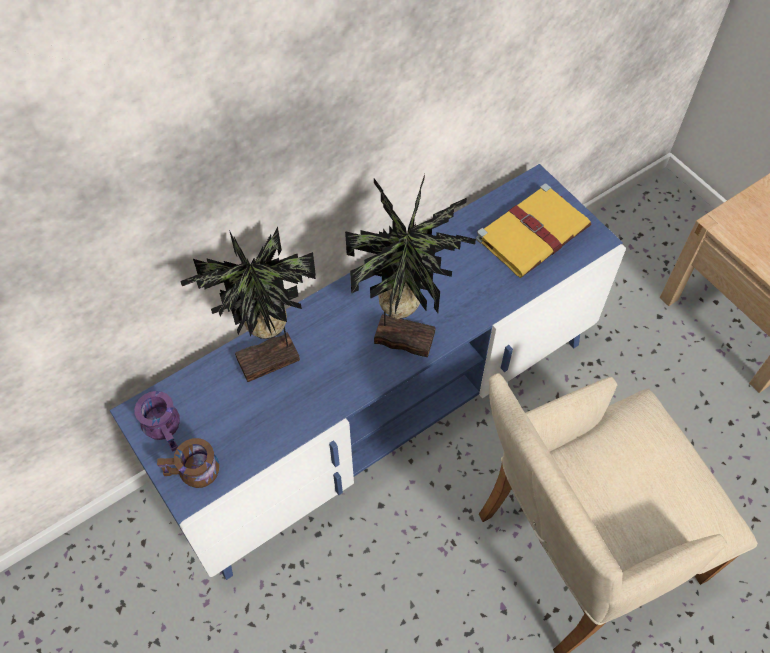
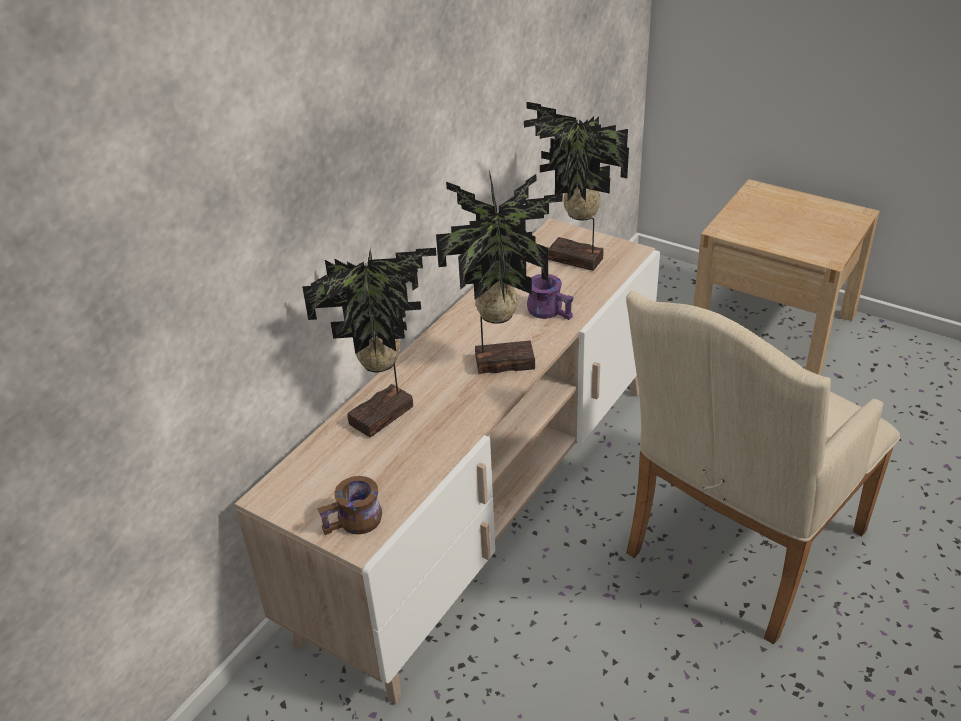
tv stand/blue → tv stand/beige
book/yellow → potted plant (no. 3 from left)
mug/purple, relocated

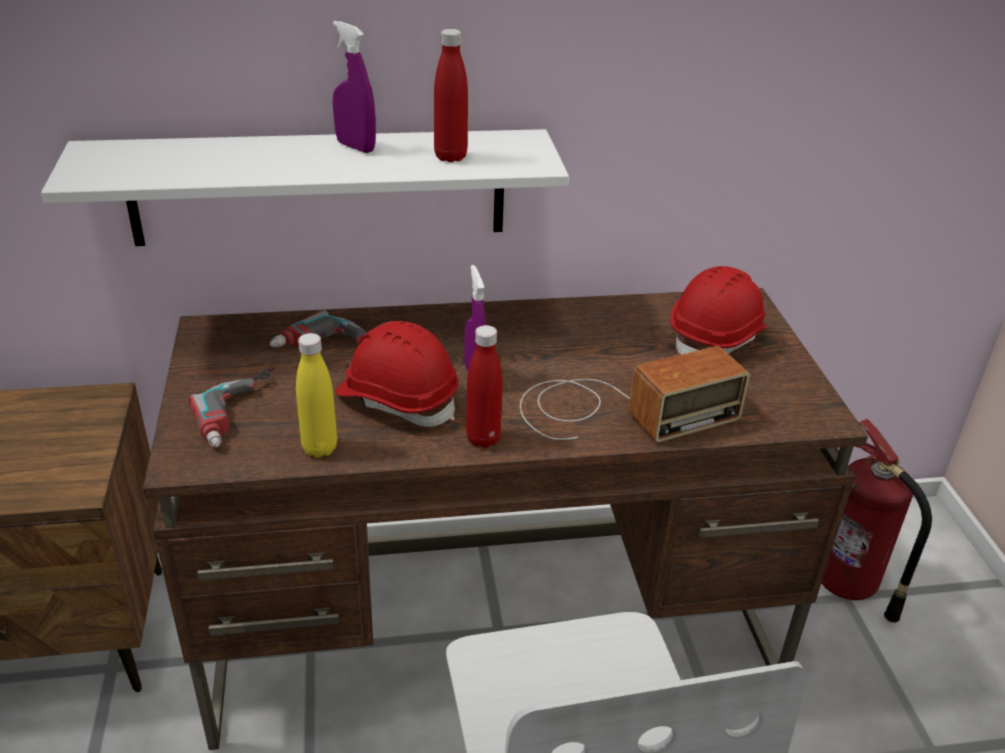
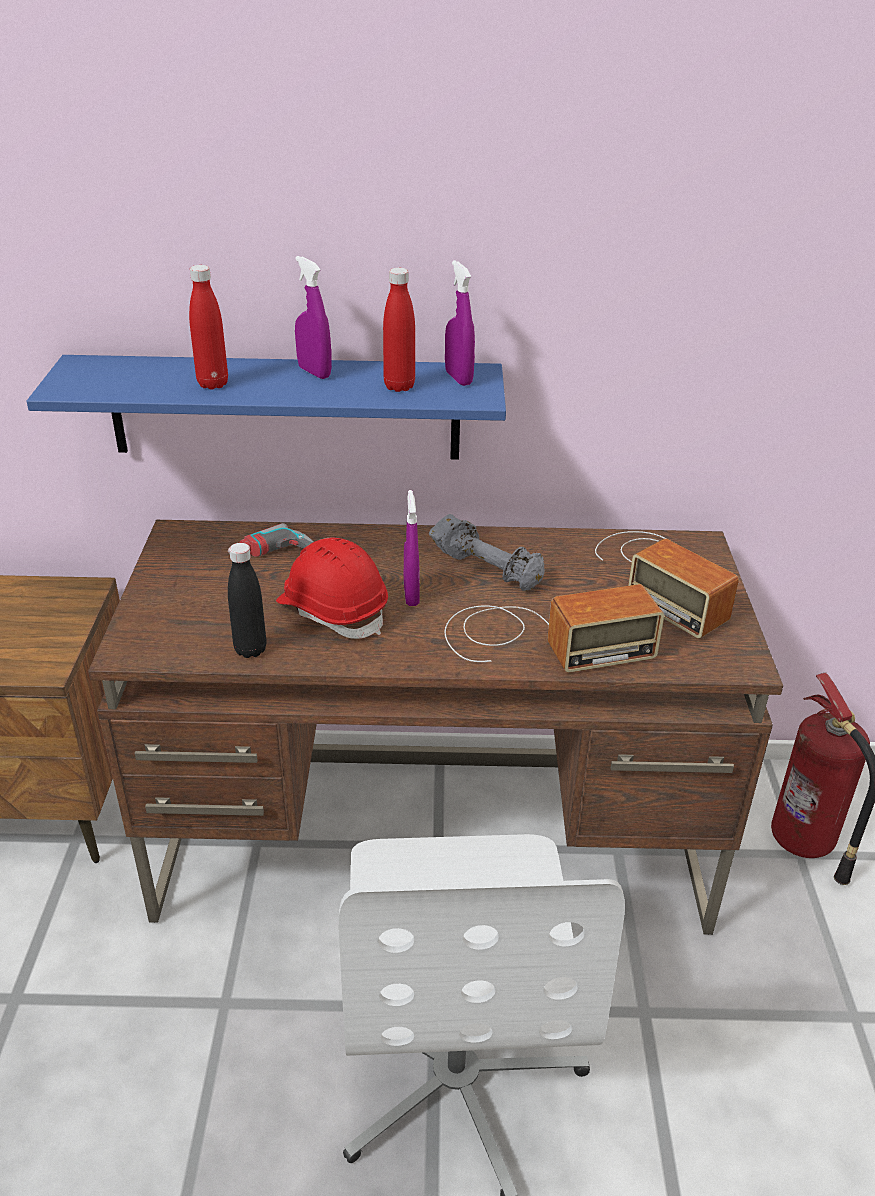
shelf/white → shelf/blue
bottle/red (no. 2 from left in the first image) → bottle/red (no. 1 from left), relocated
bottle/yellow → bottle/black
- → dumbbell/grey
- → spray bottle/purple (no. 3 from left)
hard hat/red (no. 2 from left) → radio (no. 2 from left)
power drill (no. 1 from left) → -

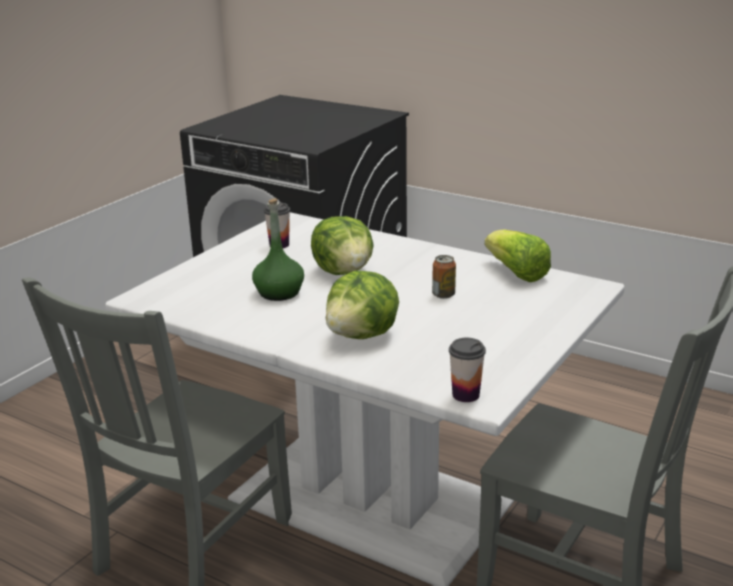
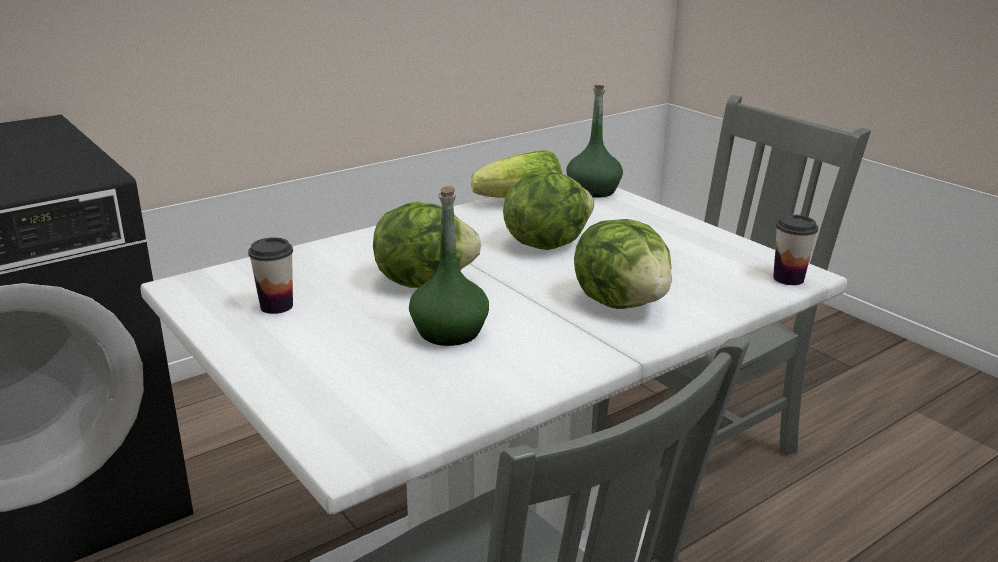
can → lettuce (no. 3 from left)
- → bottle/green (no. 2 from left)

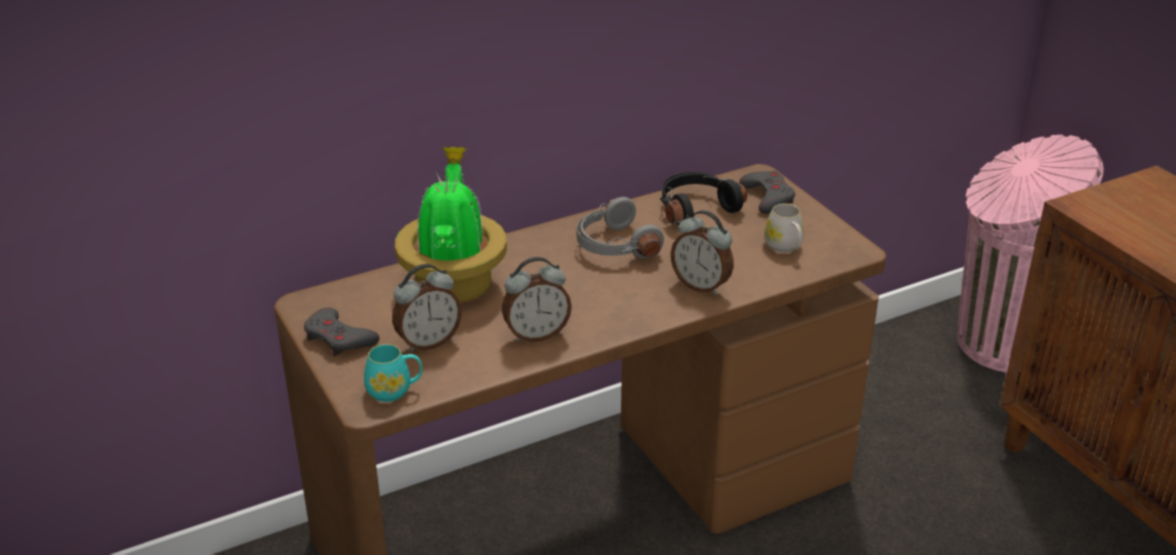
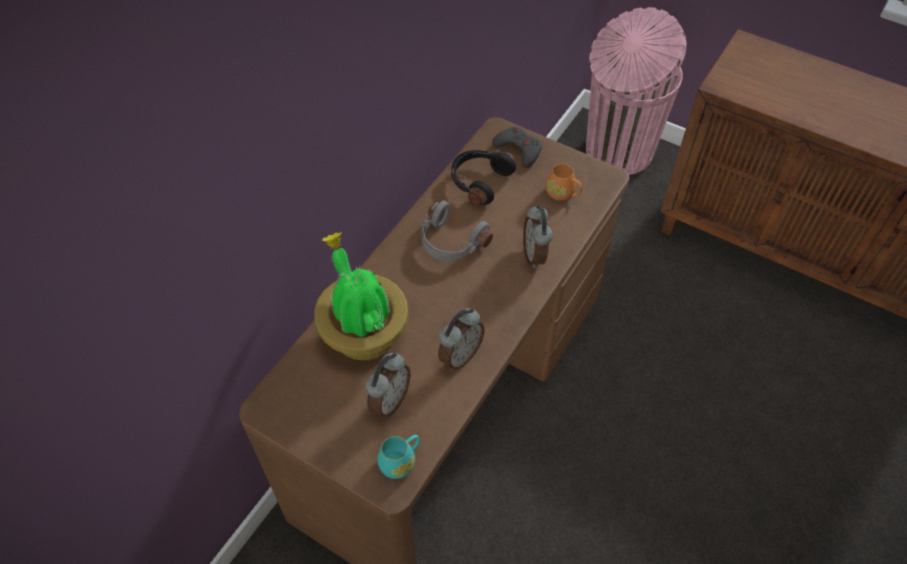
alarm clock (no. 3 from left), 75 degrees clockwise
mug/white → mug/orange
game controller/grey (no. 1 from left) → -

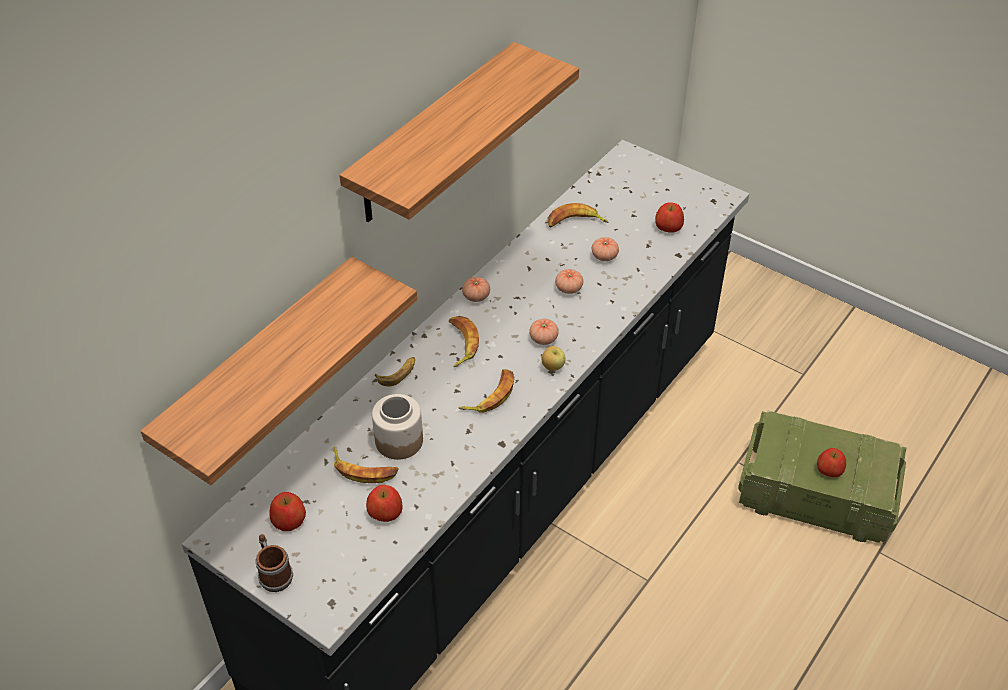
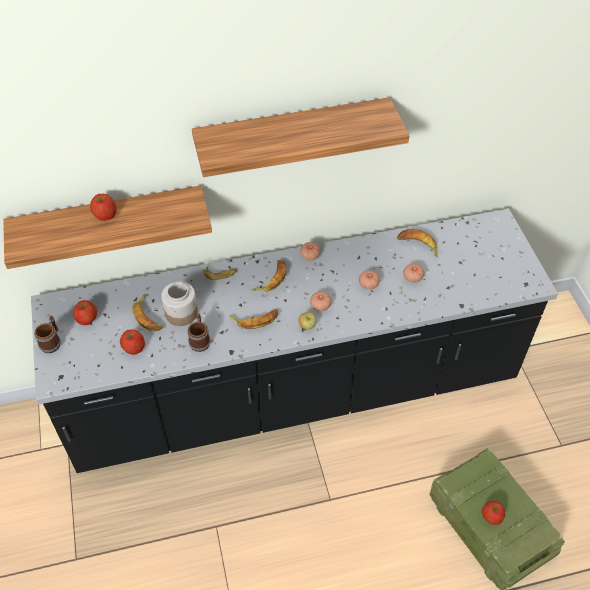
apple (no. 4 from left in the first image) → apple (no. 2 from left), relocated
- → mug (no. 2 from left)

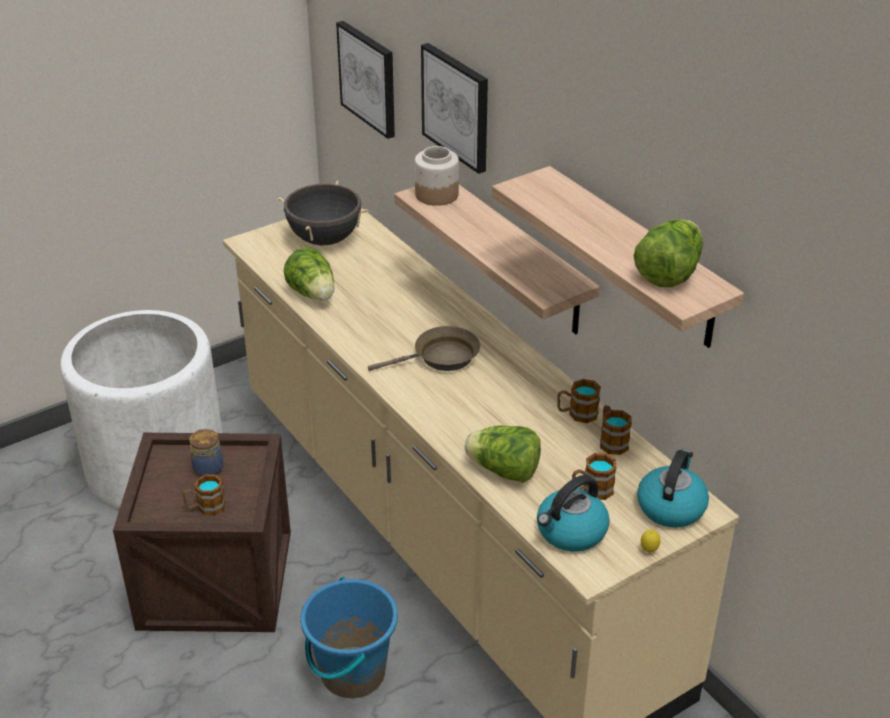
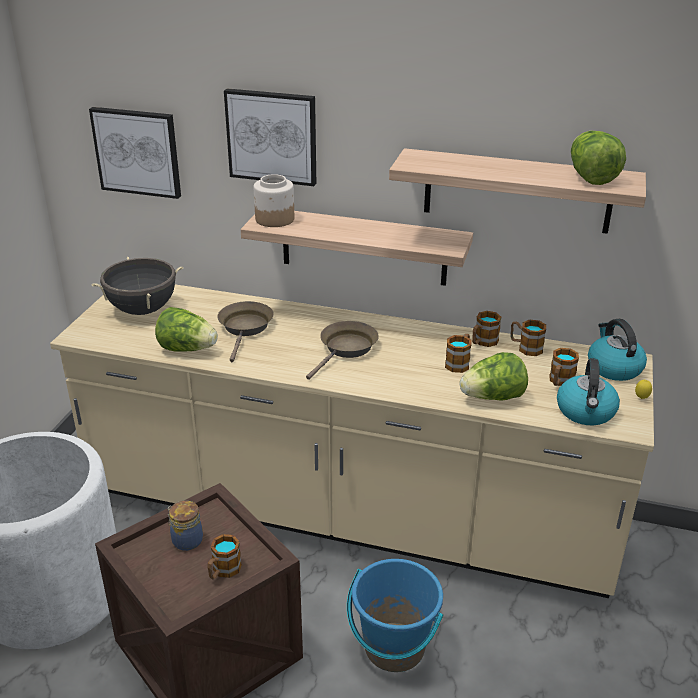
- → frying pan/brown (no. 1 from left)
- → mug (no. 2 from left)

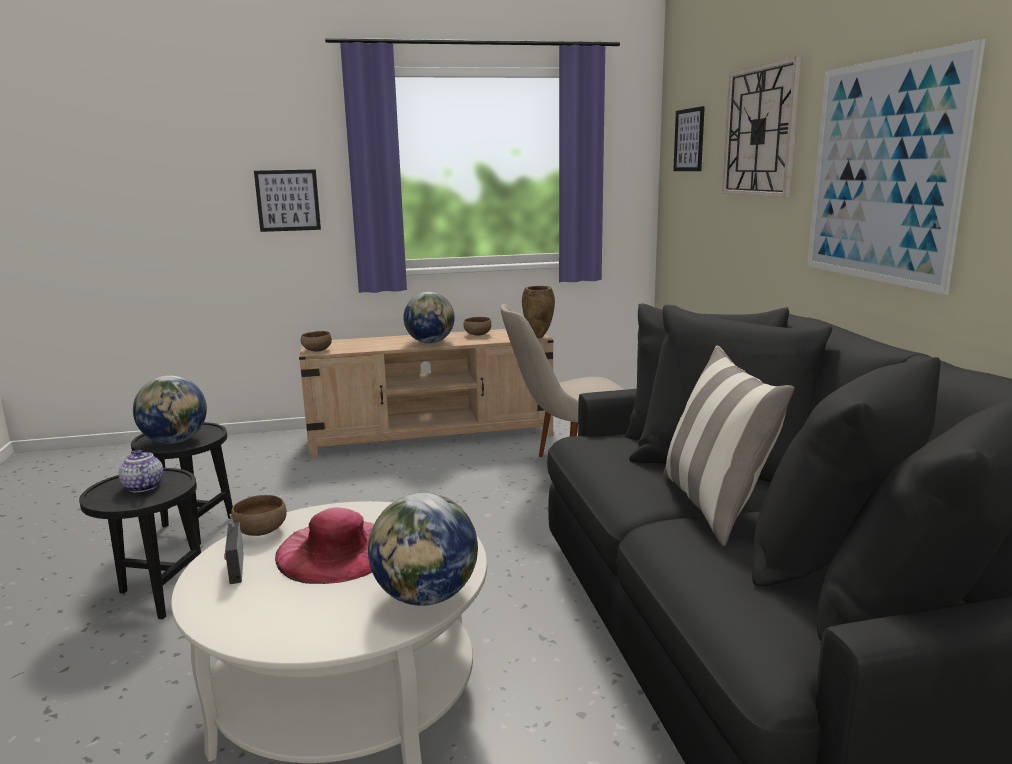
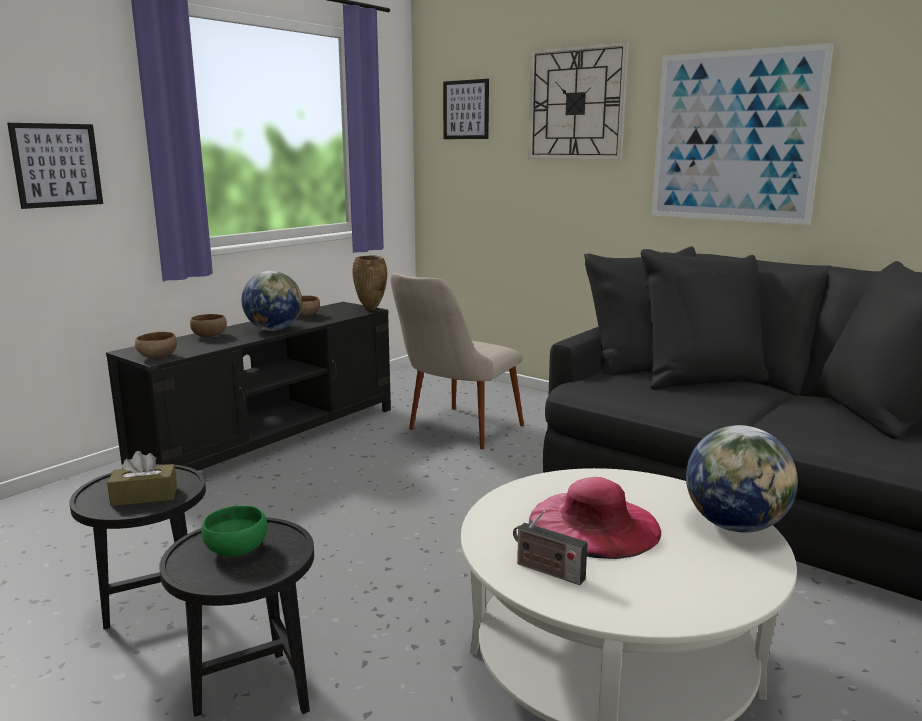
tv stand/beige → tv stand/black
globe (no. 1 from left) → tissue box/brown
bowl/brown (no. 1 from left in the first image) → bowl/brown (no. 2 from left), relocated
teapot → bowl/green
pillow → -

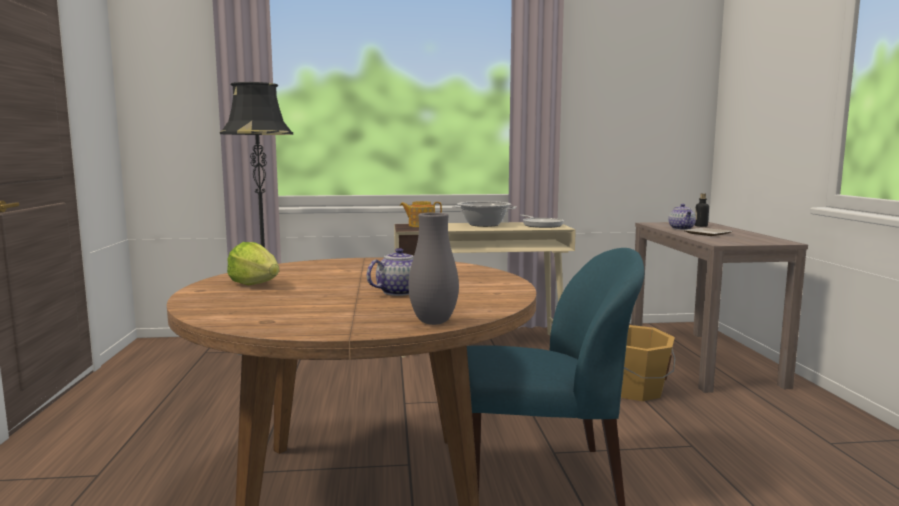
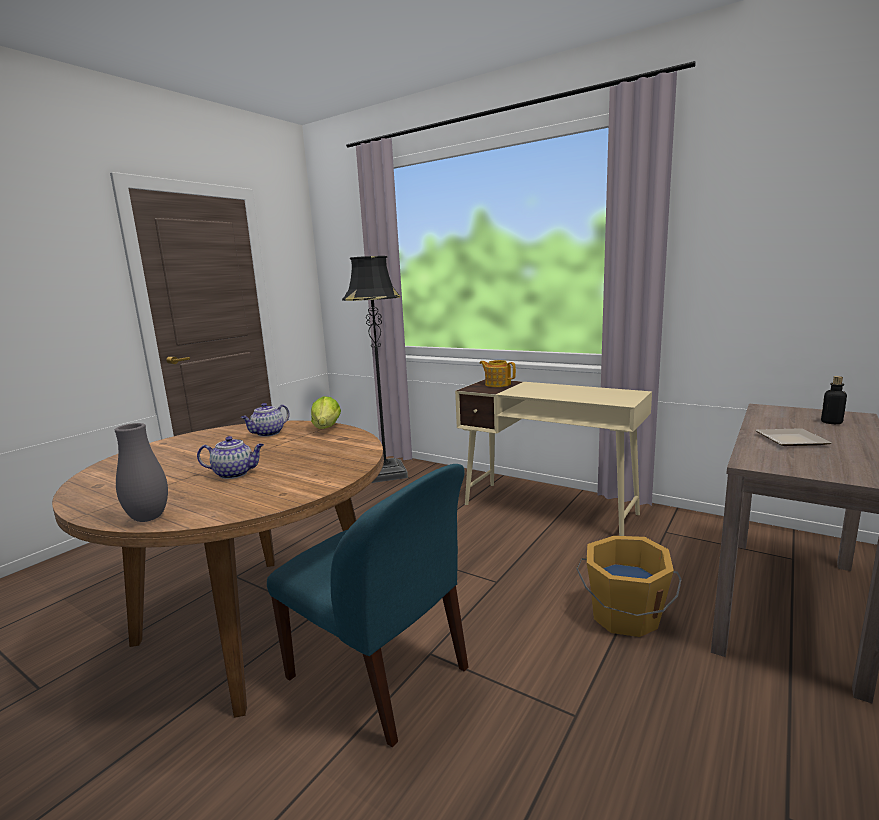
teapot (no. 3 from left in the first image) → teapot (no. 2 from left), relocated
lettuce, relocated
cooking pot → -
frying pan → -

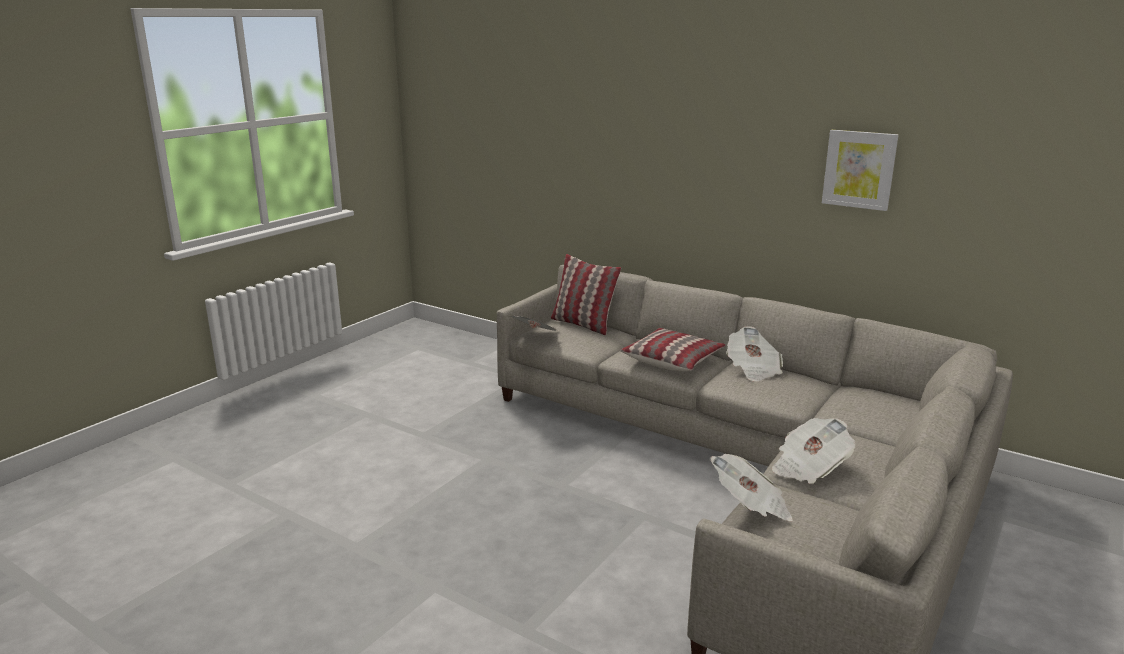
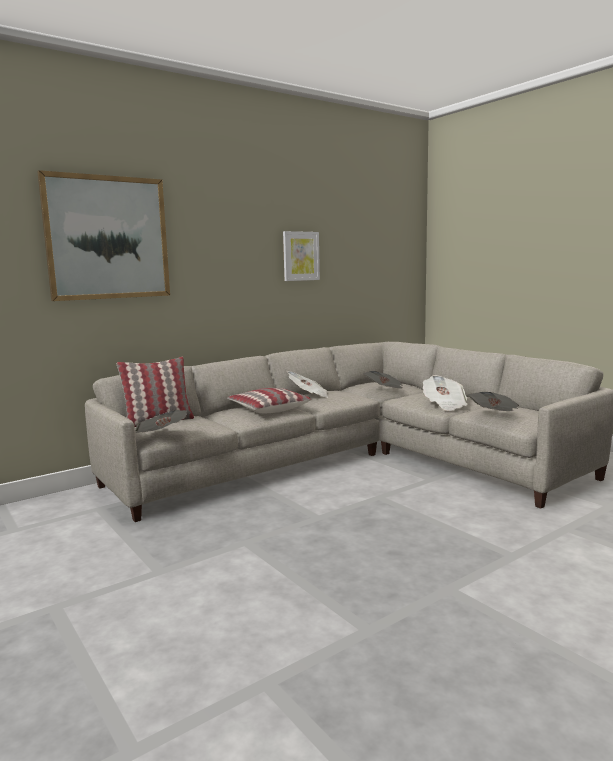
- → picture (no. 1 from left)
- → newspaper (no. 3 from left)

